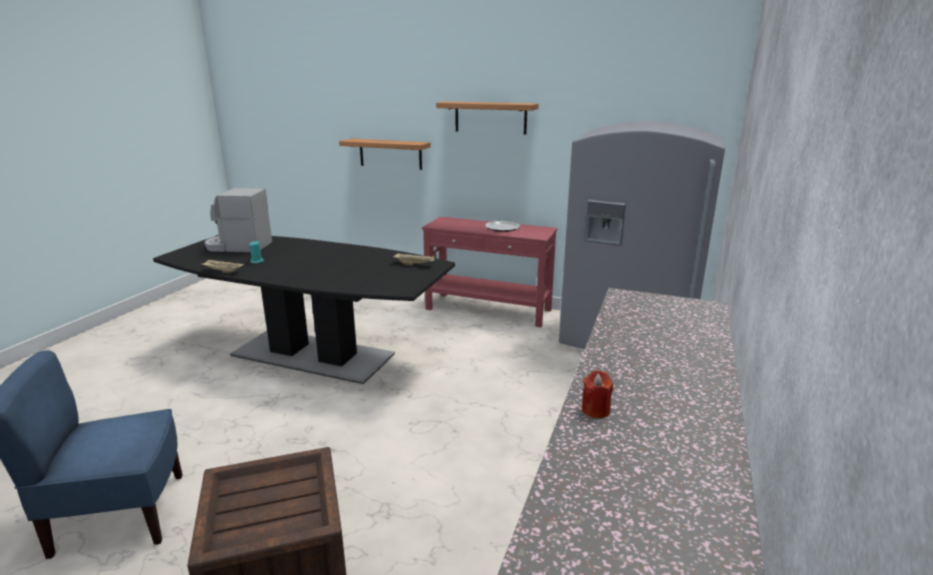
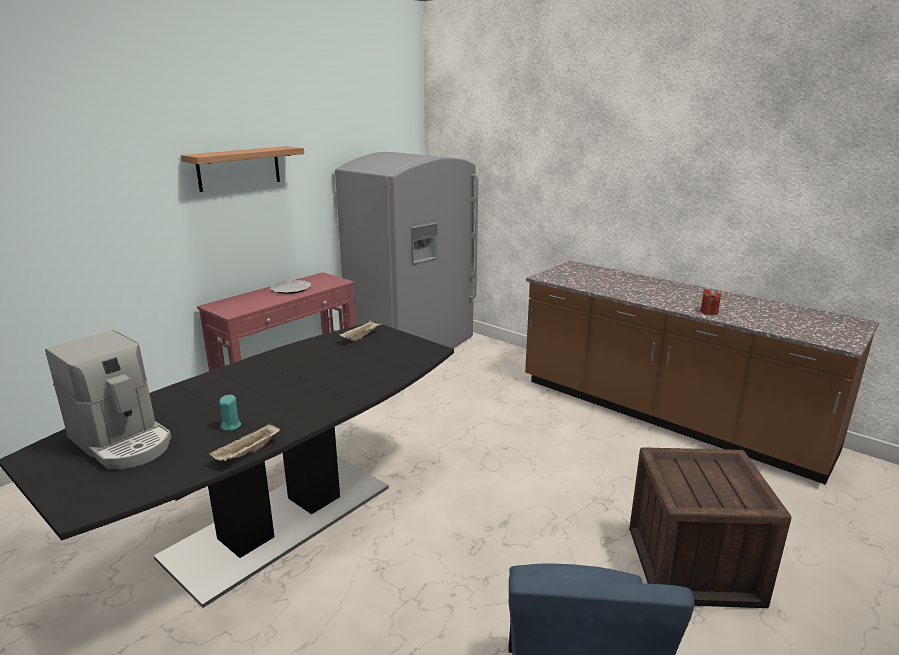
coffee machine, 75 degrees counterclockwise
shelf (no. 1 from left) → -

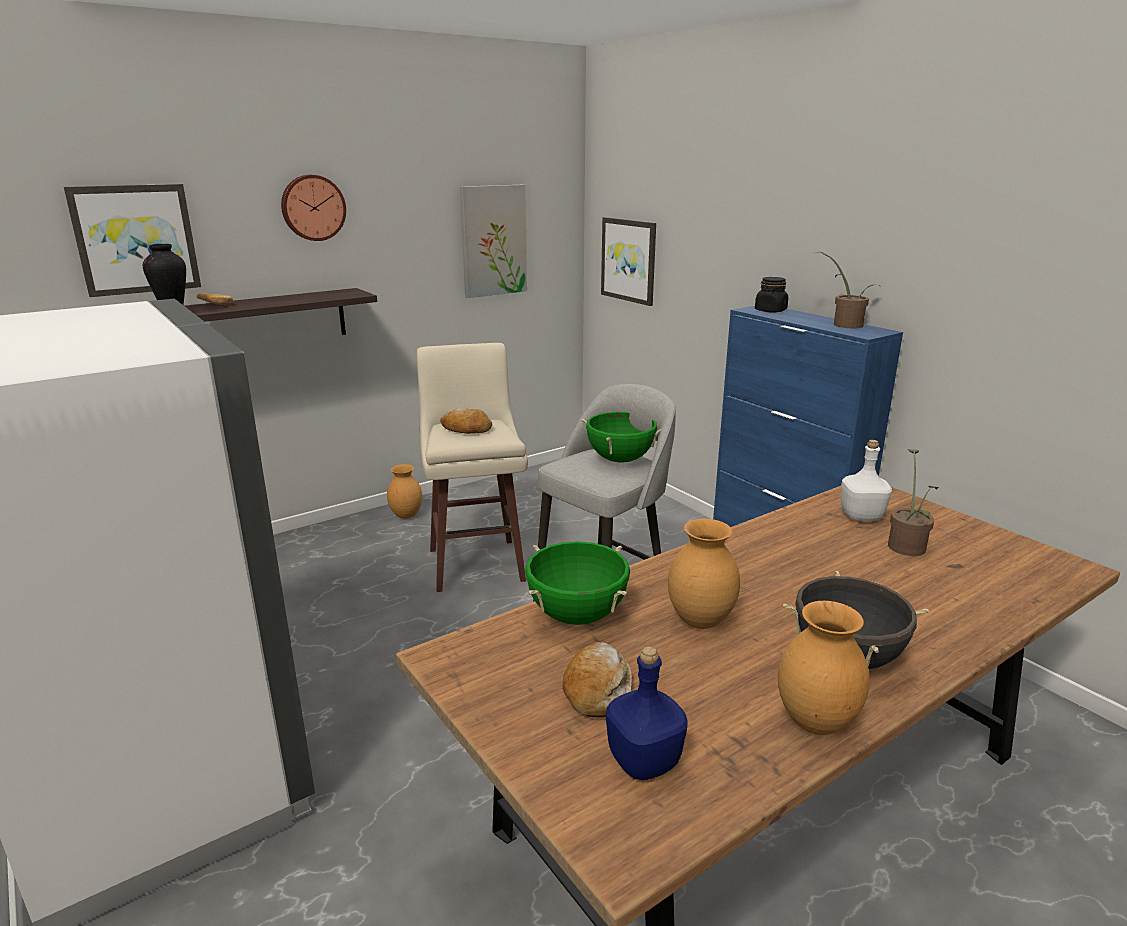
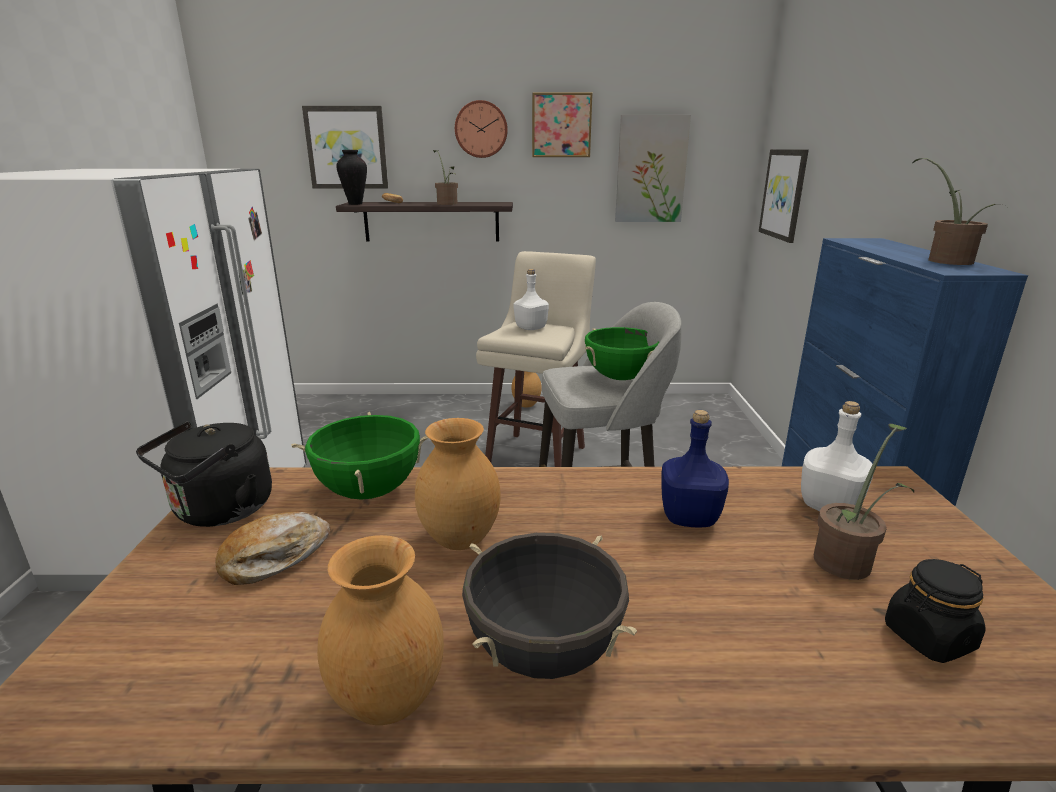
- → kettle/black
- → potted plant (no. 1 from left)
bread (no. 2 from left) → bottle/white (no. 1 from left)
- → picture (no. 2 from left)
bottle/blue, relocated
jar/black, relocated

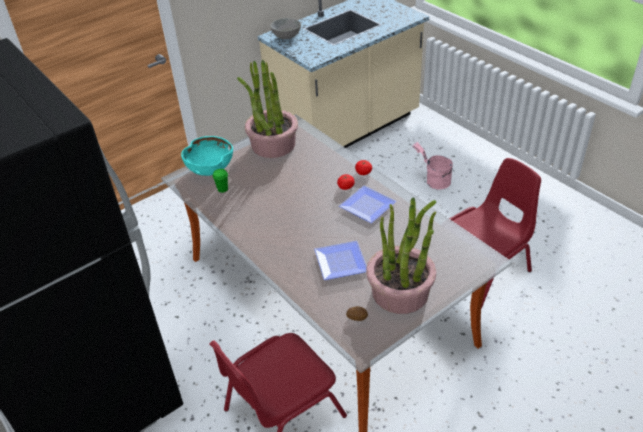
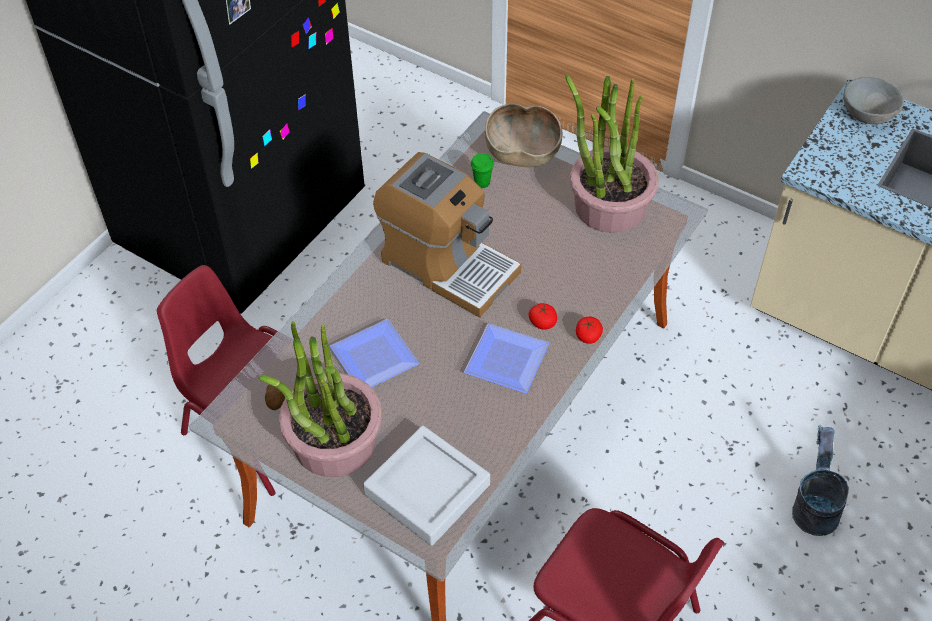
- → tray/grey
- → coffee machine
bowl/turquoise → bowl/brown
bucket/pink → bucket/grey

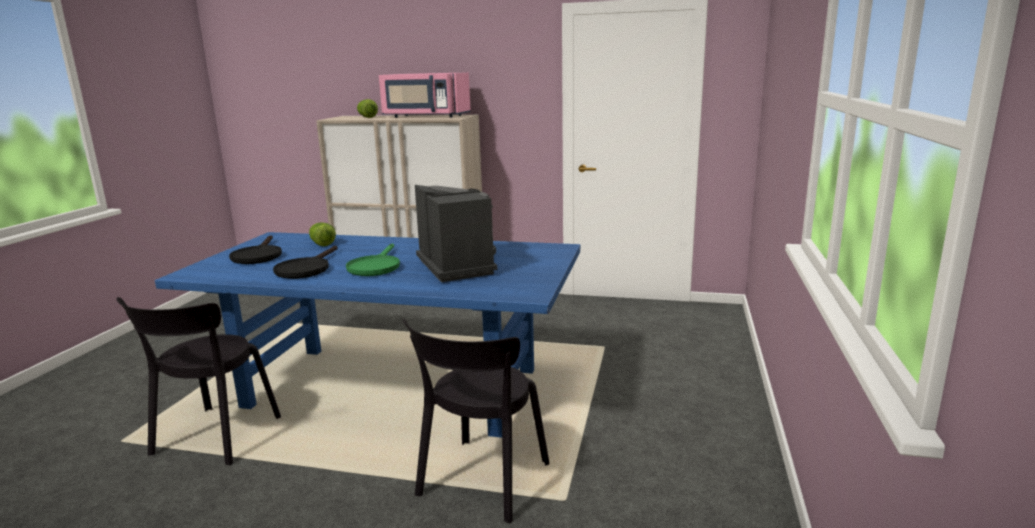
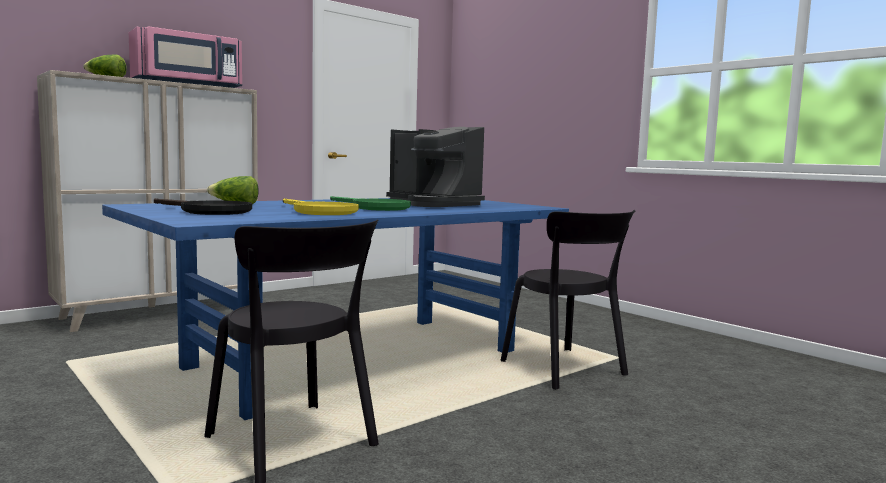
frying pan/black (no. 2 from left) → frying pan/yellow
coffee machine, 150 degrees counterclockwise

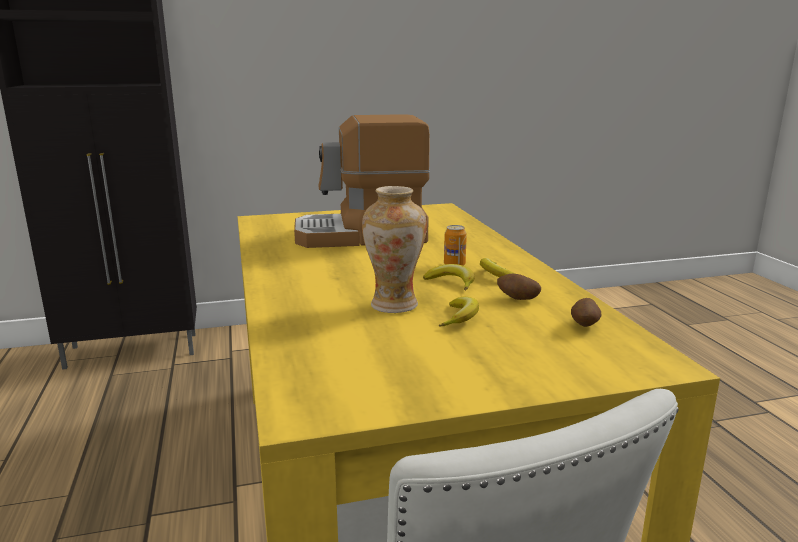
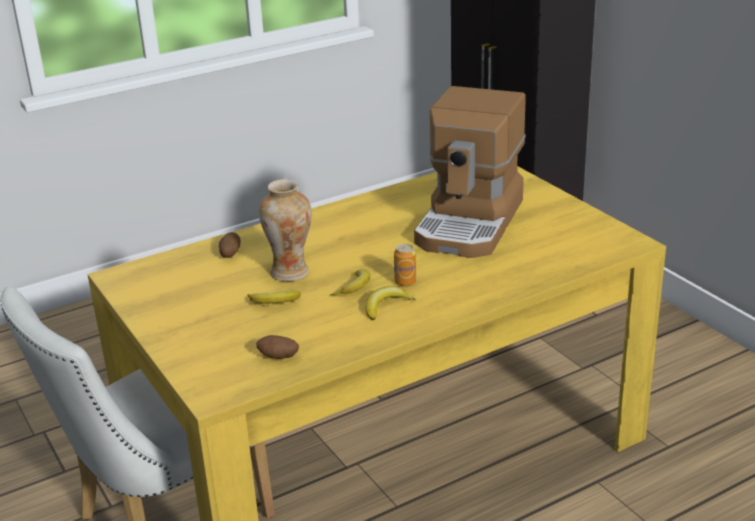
potato (no. 1 from left), relocated
coffee machine, 135 degrees counterclockwise

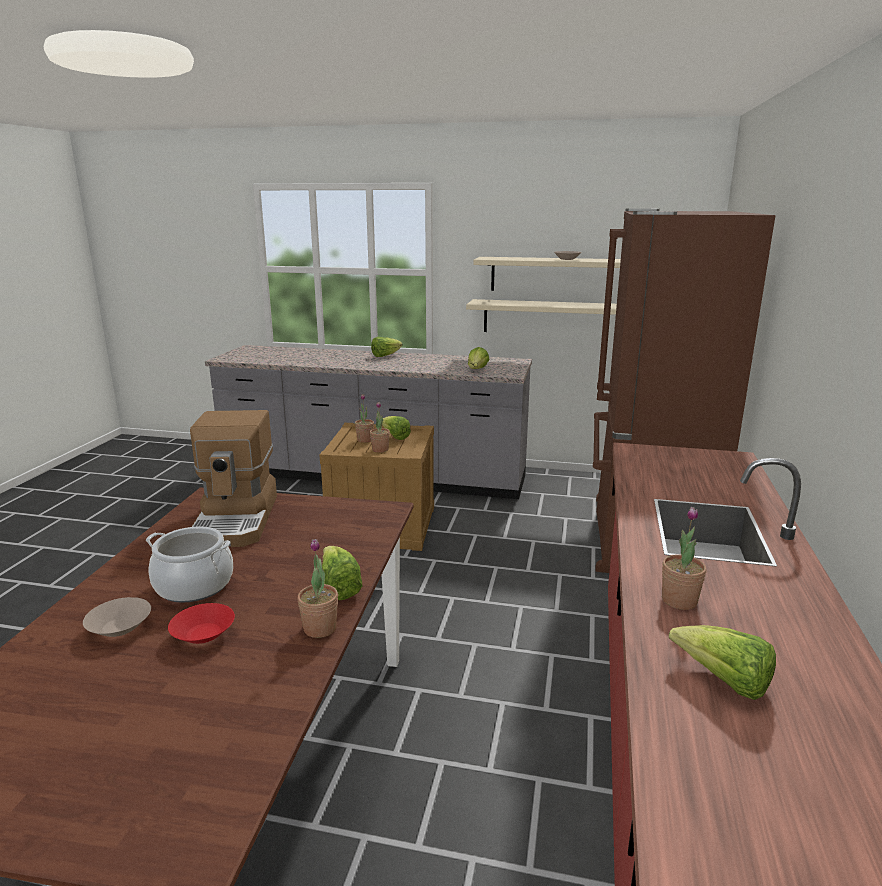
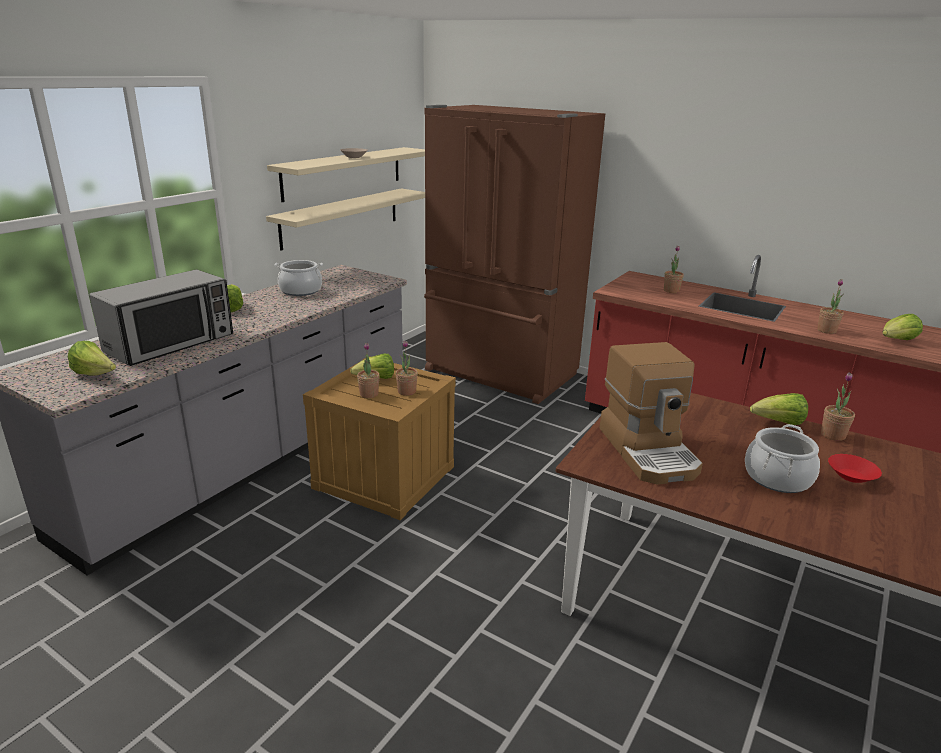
lettuce (no. 4 from left in the first image) → lettuce (no. 1 from left), relocated
- → microwave
- → cooking pot (no. 1 from left)
coffee machine, 60 degrees clockwise
- → potted plant (no. 3 from left)
bowl/beige (no. 1 from left) → -

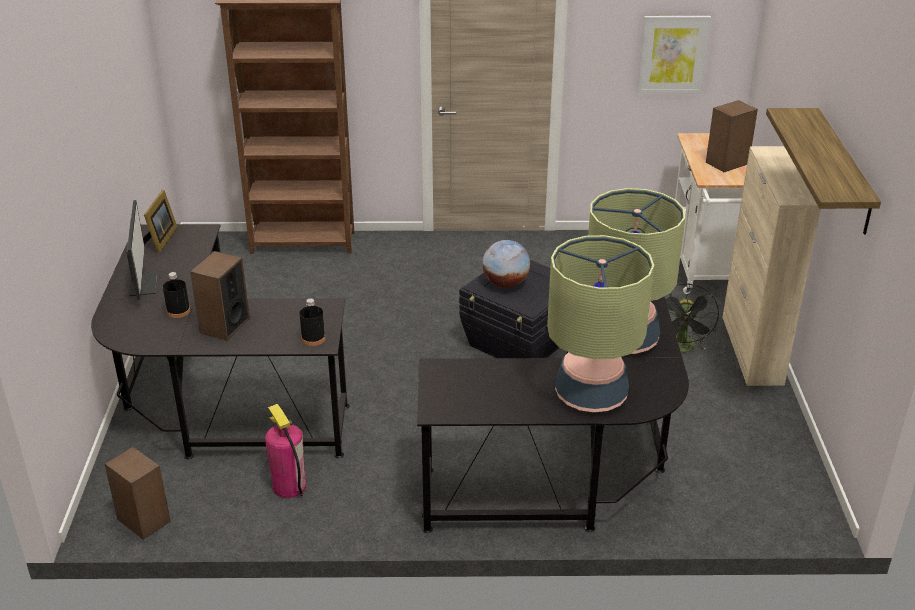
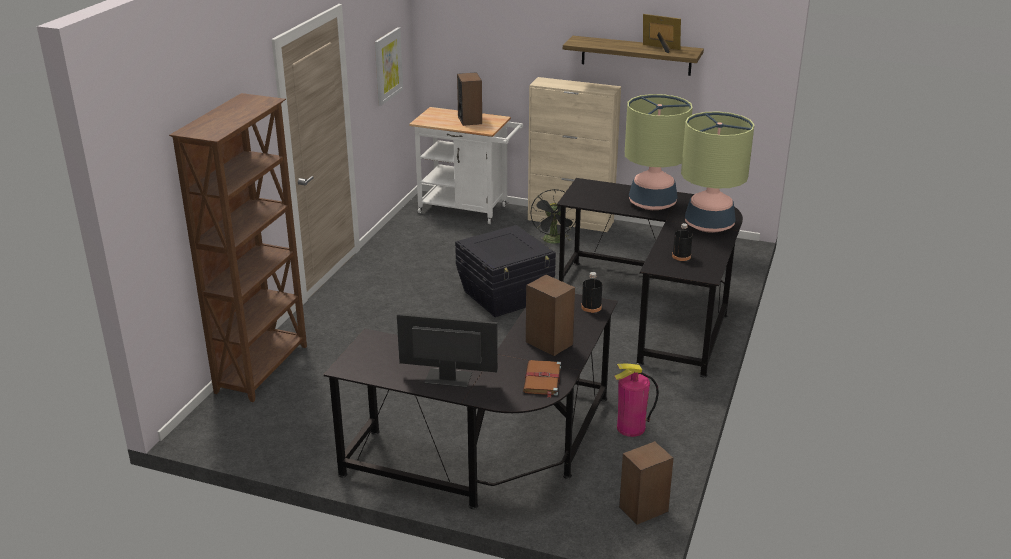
- → book/brown
fan/black, 60 degrees clockwise
picture frame, relocated
bottle/black (no. 1 from left in the first image) → bottle/black (no. 2 from left), relocated
globe → -

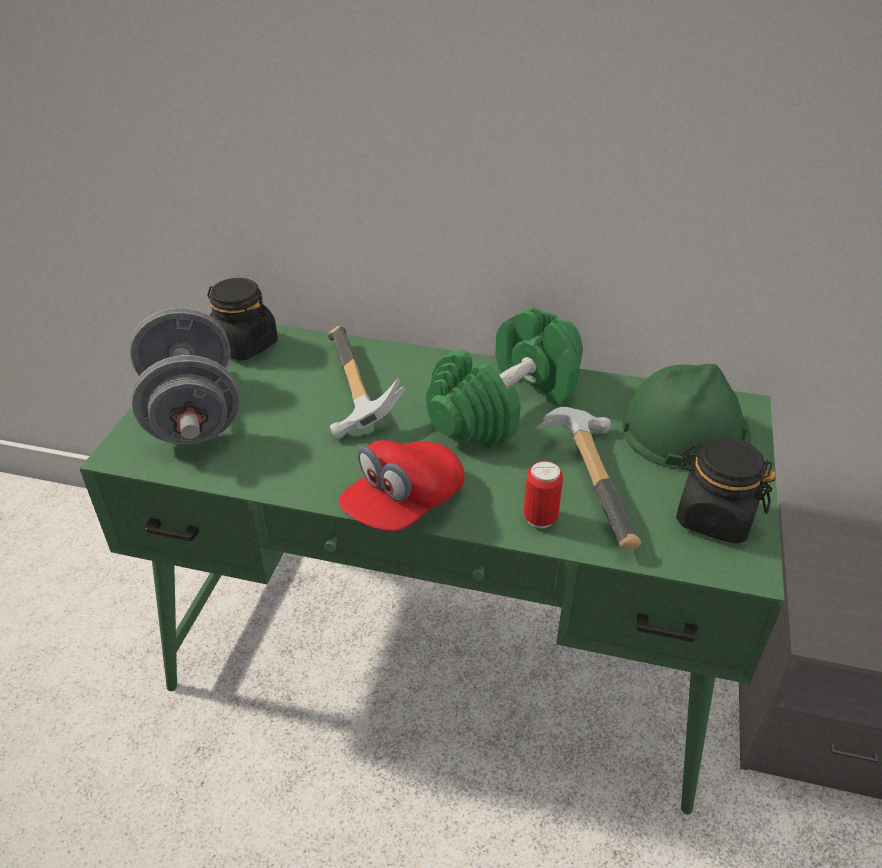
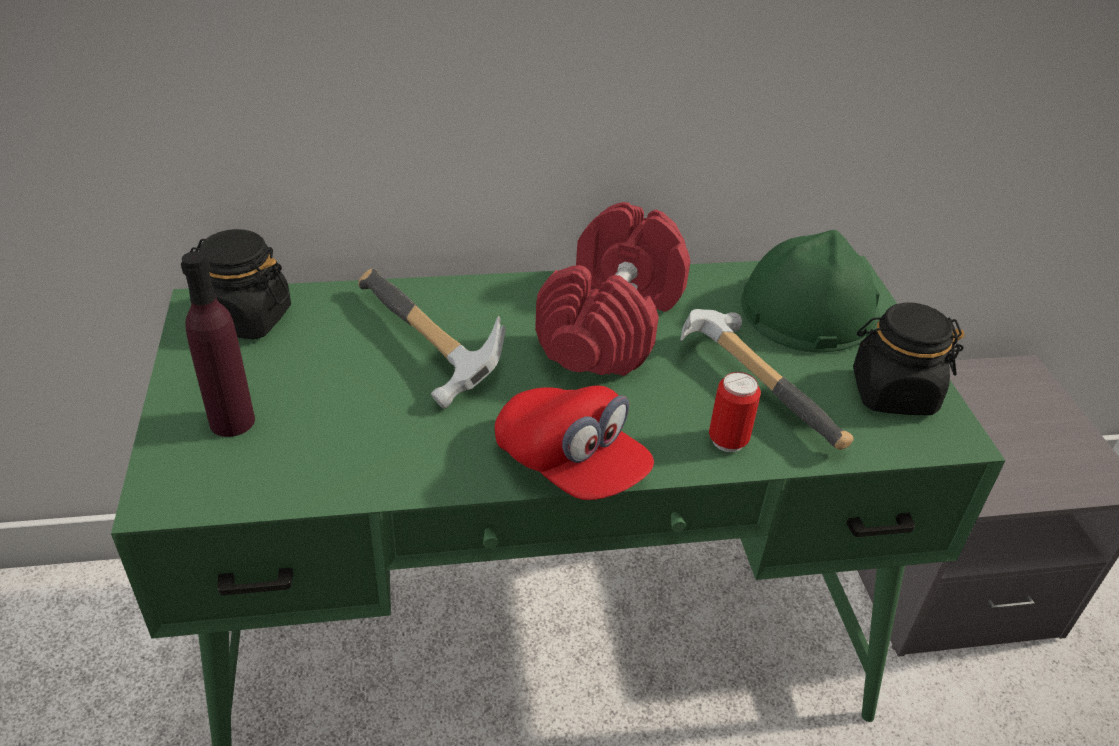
dumbbell/grey → bottle/purple
cap/red, 60 degrees counterclockwise
dumbbell/green → dumbbell/red

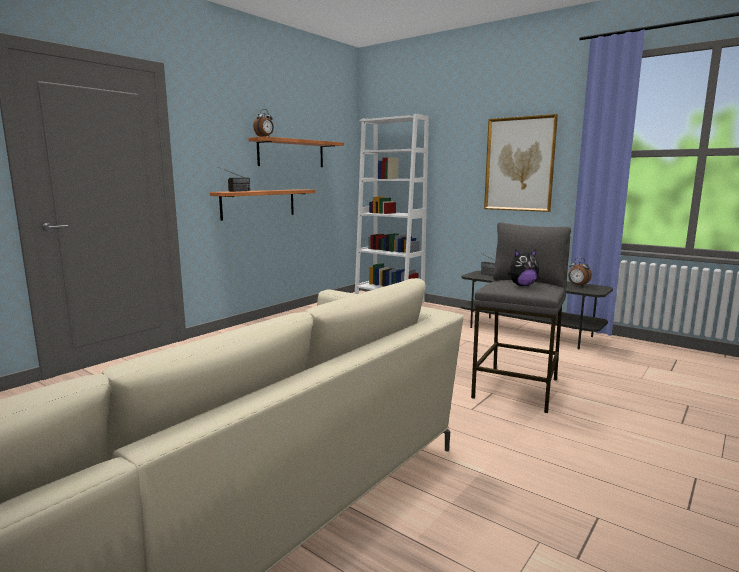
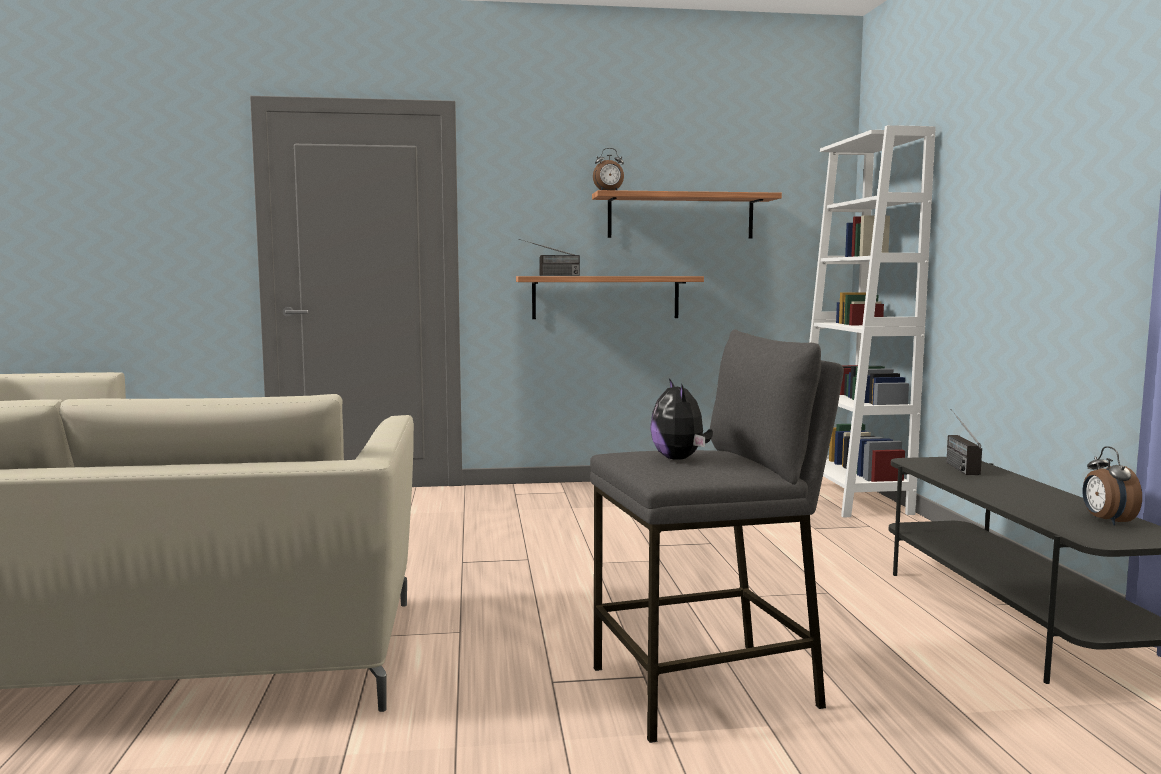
plush toy, 45 degrees clockwise
picture → -

